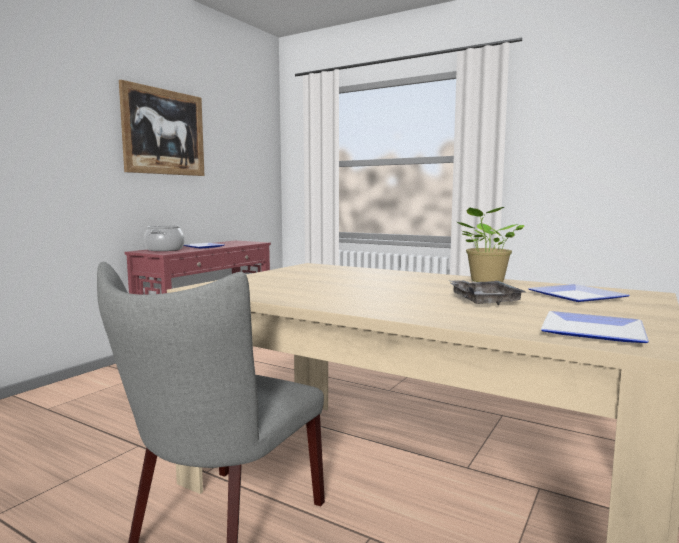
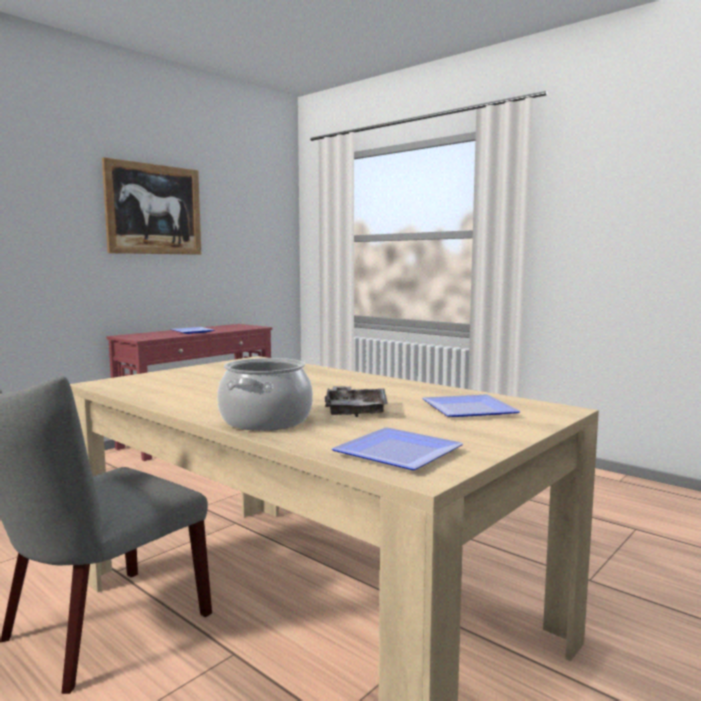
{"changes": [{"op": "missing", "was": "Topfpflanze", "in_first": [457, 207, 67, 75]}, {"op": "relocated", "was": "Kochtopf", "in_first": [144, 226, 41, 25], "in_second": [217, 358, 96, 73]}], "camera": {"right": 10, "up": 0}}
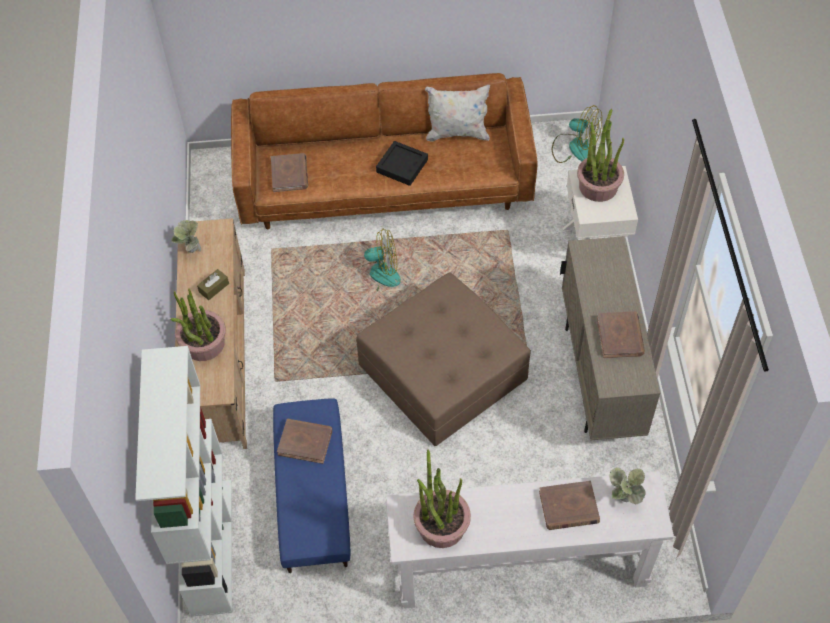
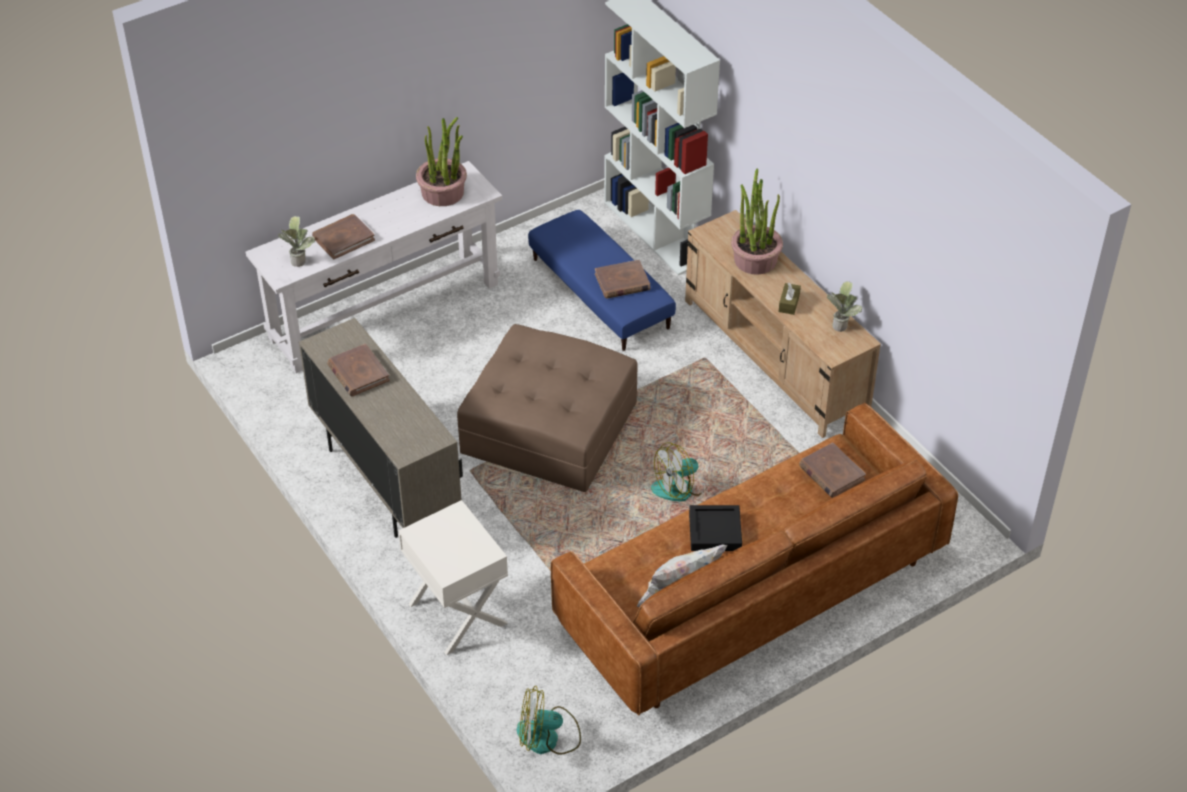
{"changes": [{"op": "missing", "was": "Topfpflanze", "in_first": [577, 109, 47, 93]}], "camera": {"right": 150, "up": -10}}
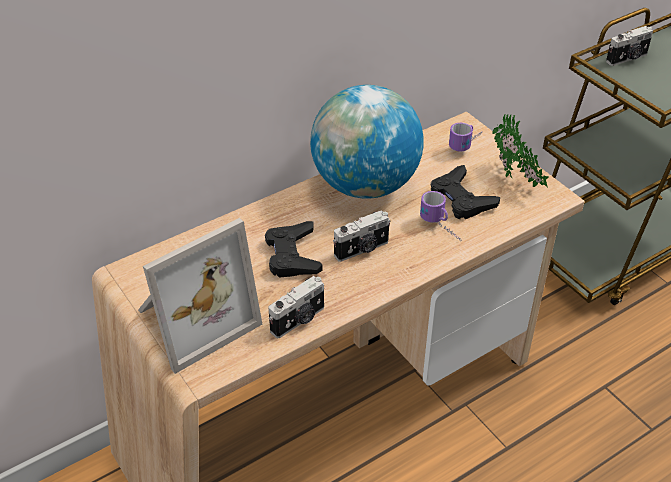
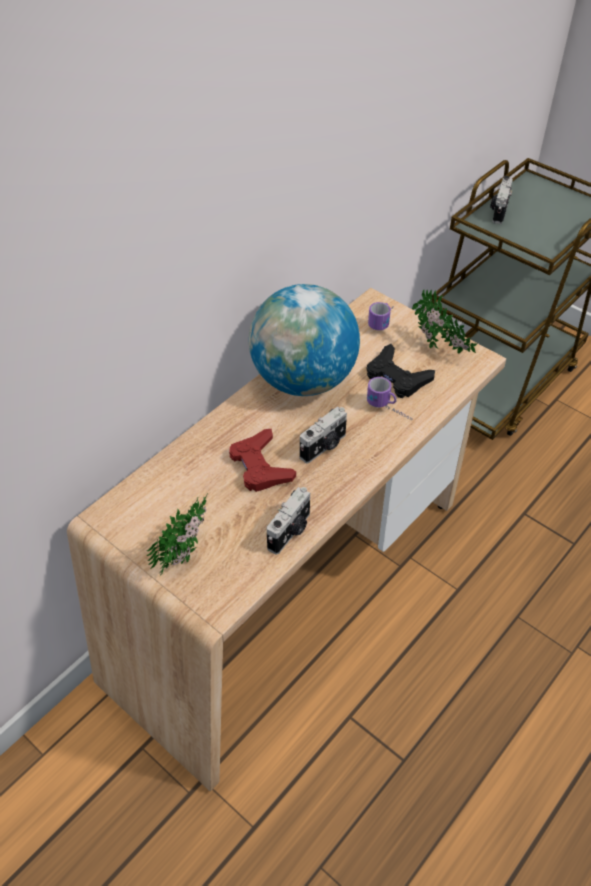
{"changes": [{"op": "spun", "was": "Kamera", "in_first": [606, 26, 47, 40], "in_second": [490, 176, 23, 48], "clockwise": 150}, {"op": "exchanged", "was": "Bilderrahmen", "now": "Topfpflanze", "in_first": [138, 218, 124, 156], "in_second": [146, 495, 61, 81]}, {"op": "colour", "was": "Gamepad [schwarz]", "now": "Gamepad [rot]", "in_first": [265, 221, 58, 57], "in_second": [229, 429, 67, 63]}], "camera": {"right": -15, "up": 5}}
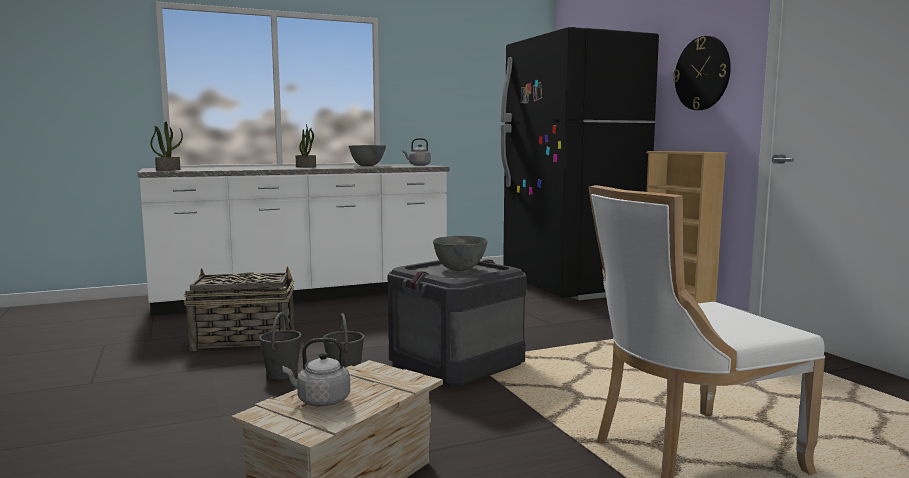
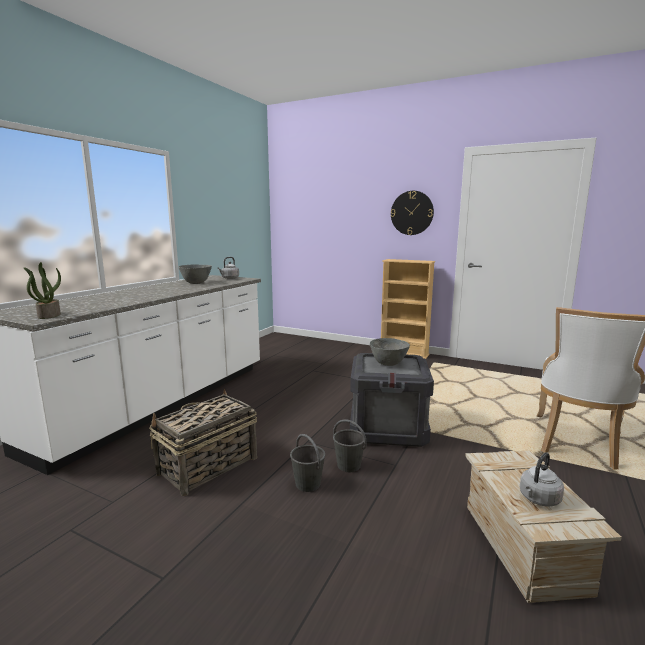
{"changes": [{"op": "missing", "was": "Kühlschrank [schwarz]", "in_first": [501, 27, 158, 273]}, {"op": "missing", "was": "Topfpflanze", "in_first": [296, 124, 20, 43]}], "camera": {"right": -40, "up": 5}}
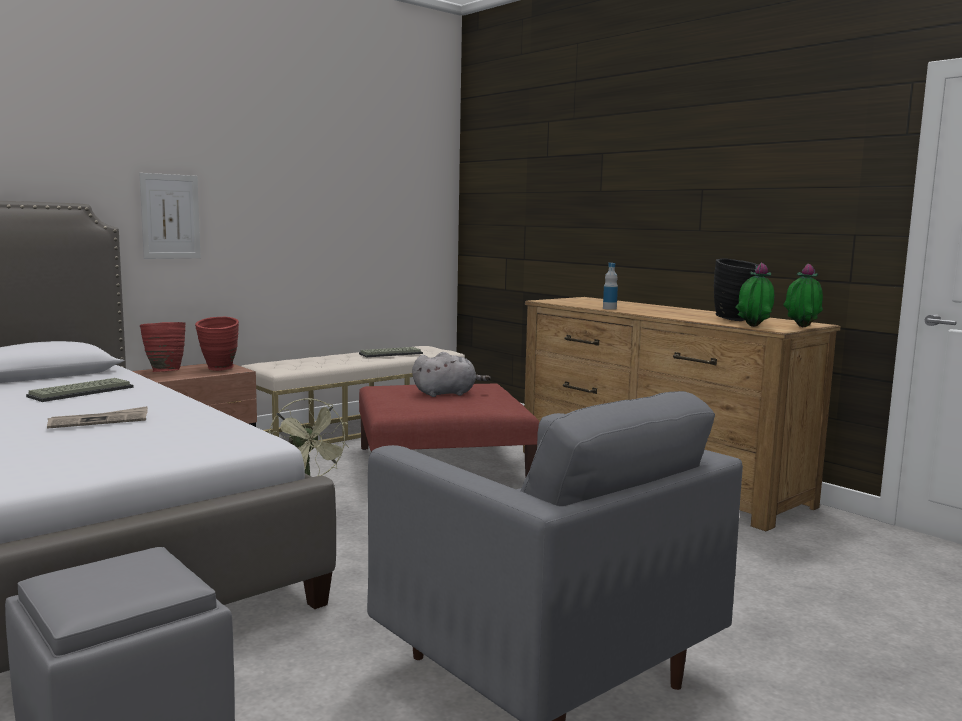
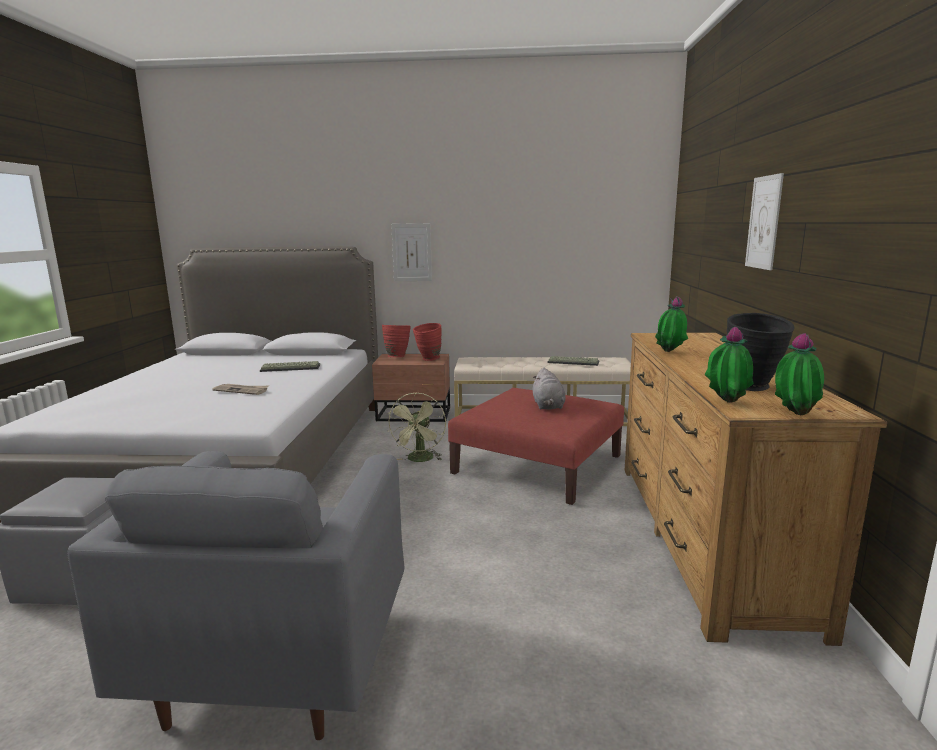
{"changes": [{"op": "exchanged", "was": "Flasche", "now": "Topfpflanze", "in_first": [603, 263, 15, 47], "in_second": [655, 296, 33, 56]}, {"op": "spun", "was": "Plüschtier [grau]", "in_first": [412, 352, 78, 45], "in_second": [533, 368, 33, 41], "clockwise": 60}, {"op": "appeared", "now": "Bild", "in_second": [745, 173, 39, 97]}], "camera": {"right": 45, "up": 5}}
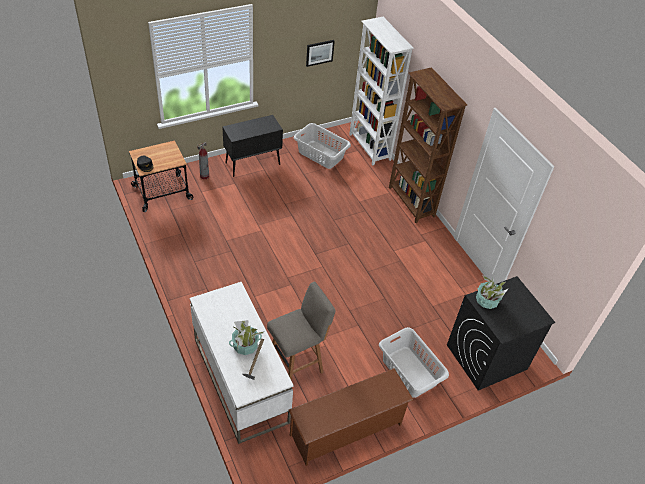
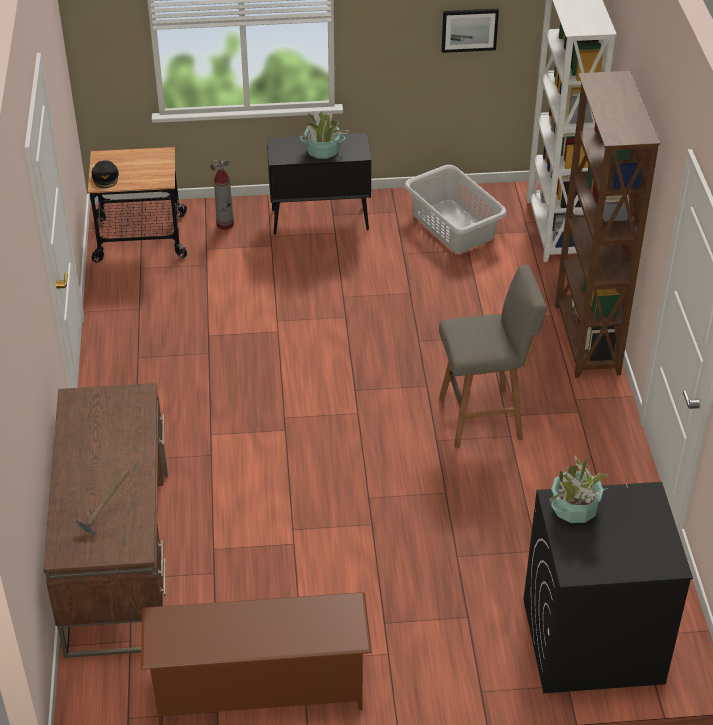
{"changes": [{"op": "colour", "was": "Schreibtisch [weiß]", "now": "Schreibtisch [braun]", "in_first": [190, 282, 104, 162], "in_second": [43, 383, 125, 275]}, {"op": "relocated", "was": "Hocker [grau]", "in_first": [267, 282, 69, 99], "in_second": [439, 265, 108, 183]}, {"op": "relocated", "was": "Topfpflanze", "in_first": [229, 320, 35, 35], "in_second": [300, 111, 49, 48]}, {"op": "missing", "was": "Wäschekorb [grau]", "in_first": [379, 327, 70, 71]}], "camera": {"right": 25, "up": -5}}
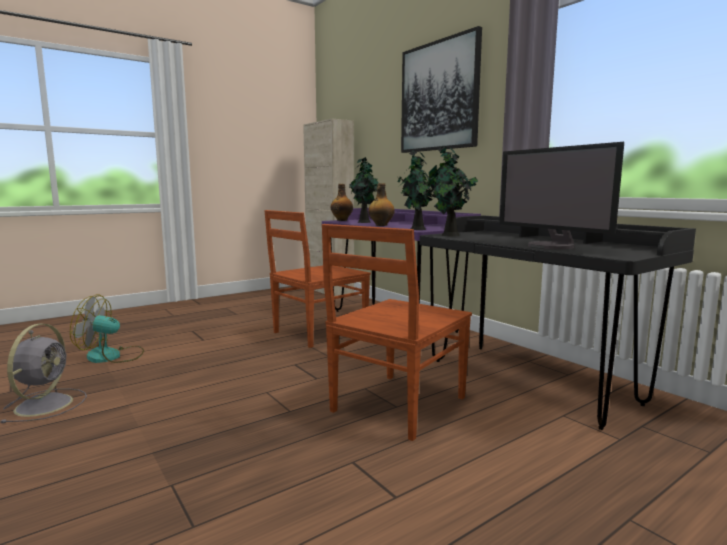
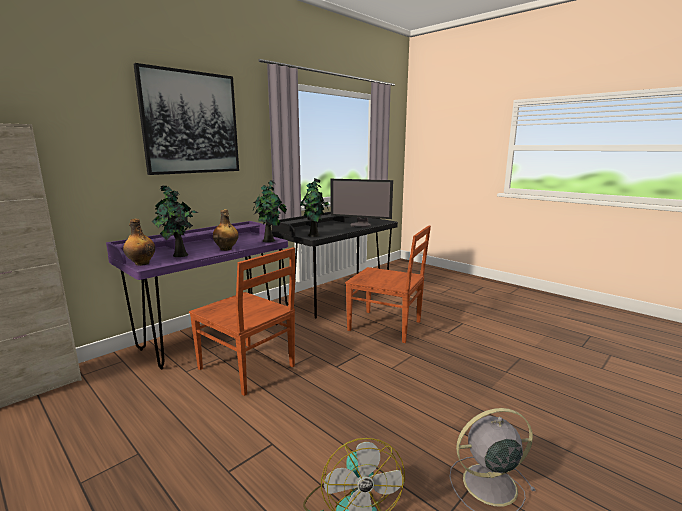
{"changes": [{"op": "spun", "was": "Monitor", "in_first": [499, 142, 125, 107], "in_second": [330, 179, 63, 49], "clockwise": 60}], "camera": {"right": -100, "up": 5}}
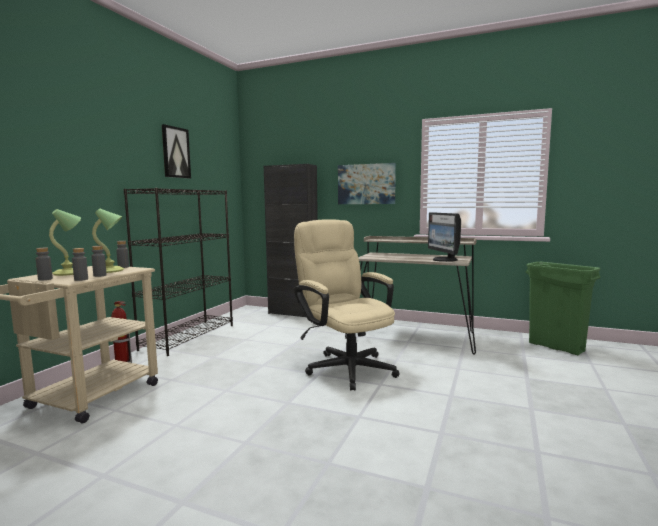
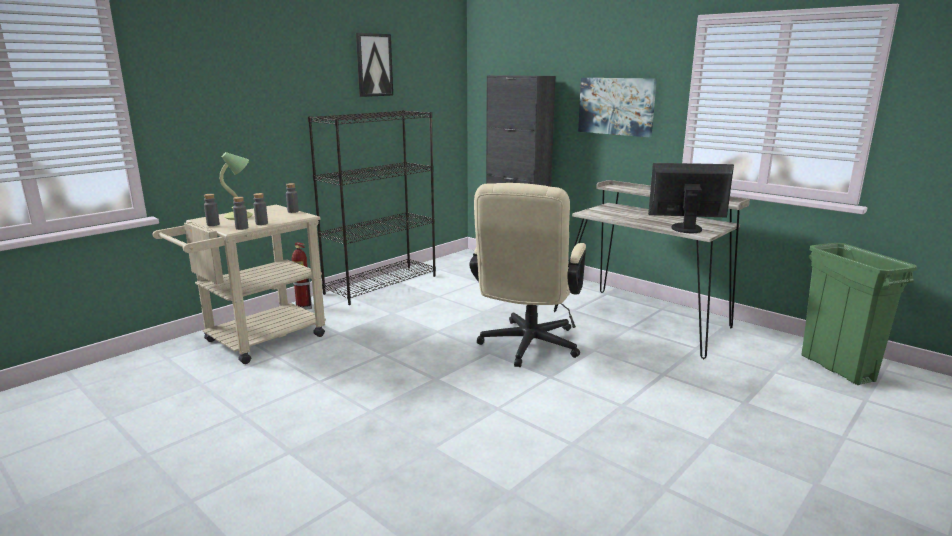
{"changes": [{"op": "missing", "was": "Tischlampe", "in_first": [92, 209, 32, 64]}, {"op": "spun", "was": "Monitor", "in_first": [428, 212, 33, 50], "in_second": [648, 163, 86, 70], "clockwise": 90}, {"op": "spun", "was": "Bürostuhl [beige]", "in_first": [294, 219, 106, 172], "in_second": [469, 183, 117, 184], "clockwise": -150}], "camera": {"right": 20, "up": 10}}
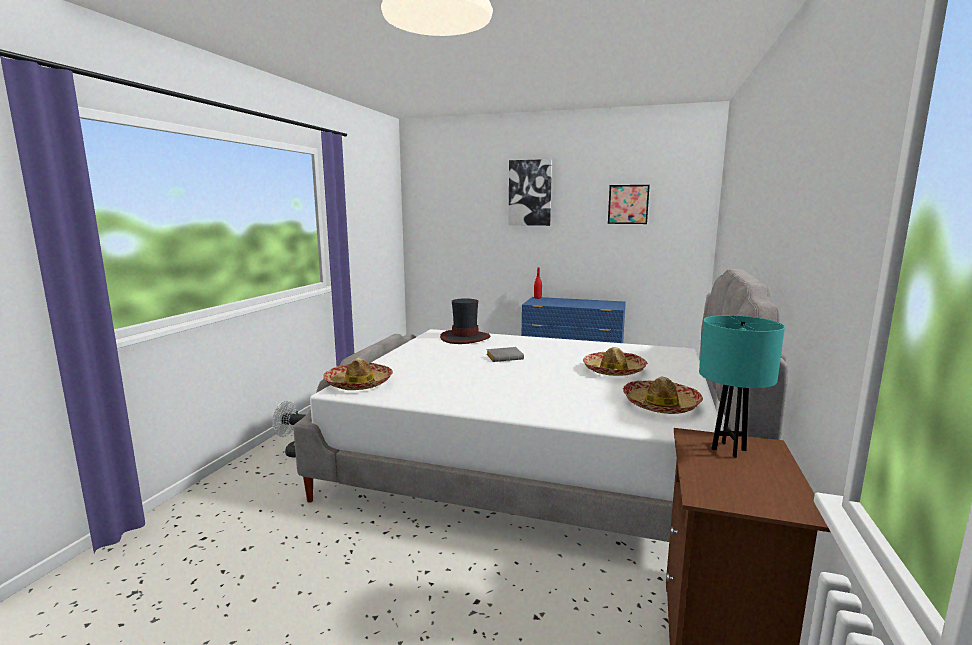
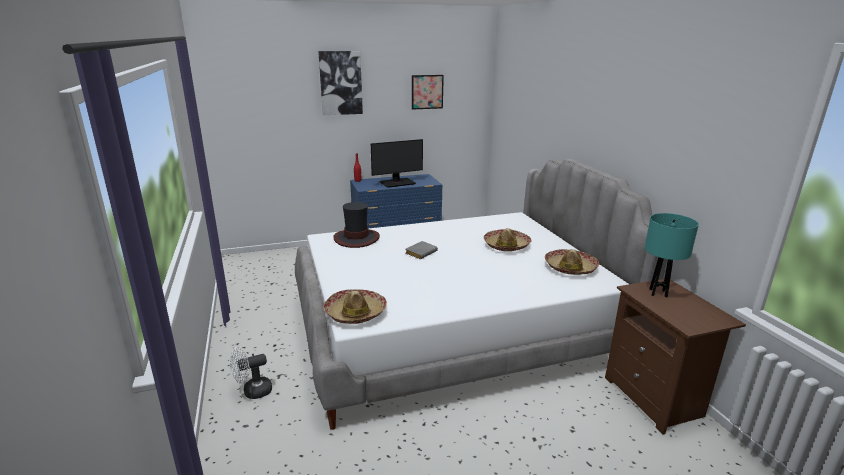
{"changes": [{"op": "appeared", "now": "Monitor", "in_second": [371, 139, 52, 49]}], "camera": {"right": -35, "up": 10}}
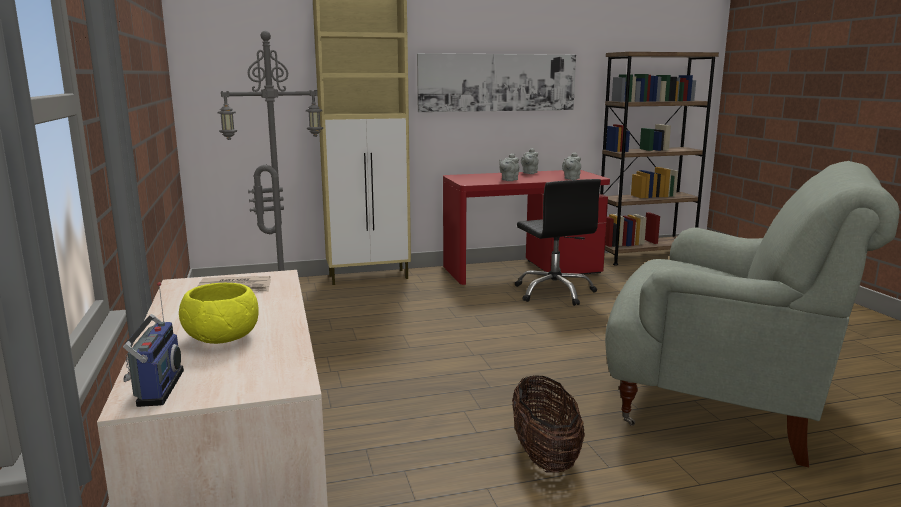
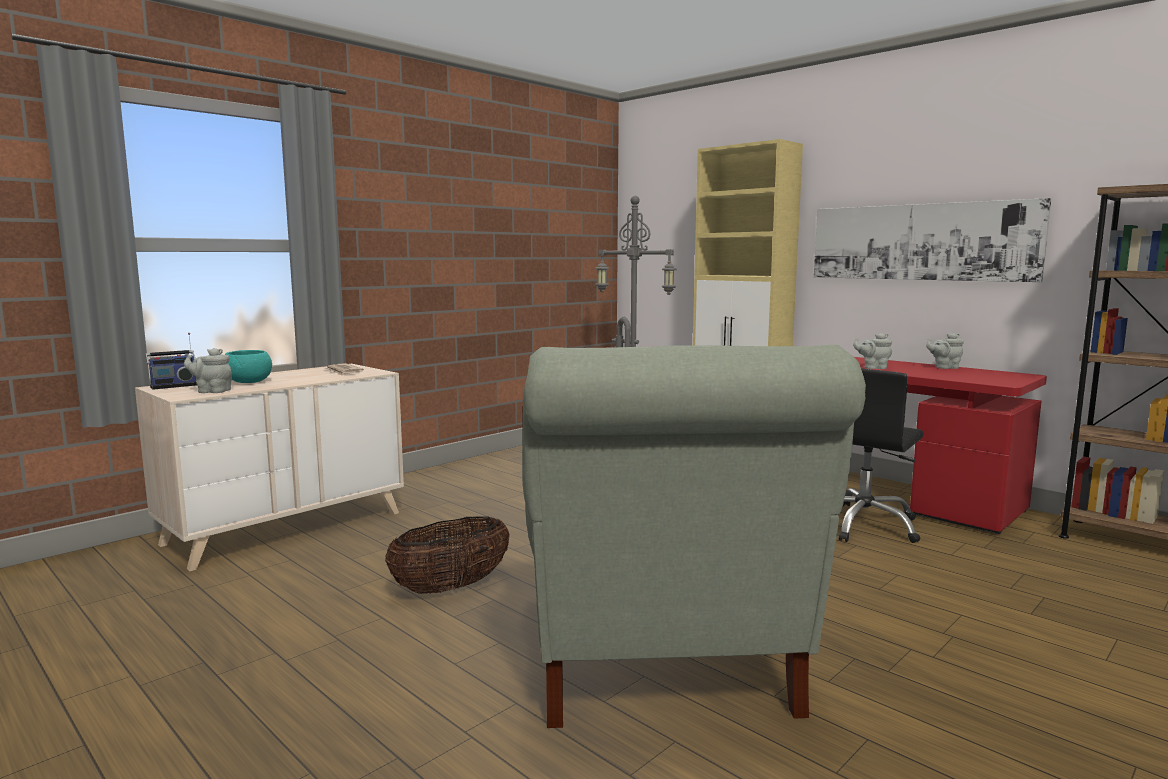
{"changes": [{"op": "relocated", "was": "Teekanne [grau]", "in_first": [562, 152, 19, 28], "in_second": [184, 348, 48, 45]}, {"op": "colour", "was": "Schüssel [gelb]", "now": "Schüssel [türkis]", "in_first": [179, 283, 80, 61], "in_second": [225, 350, 47, 33]}], "camera": {"right": 60, "up": -5}}
